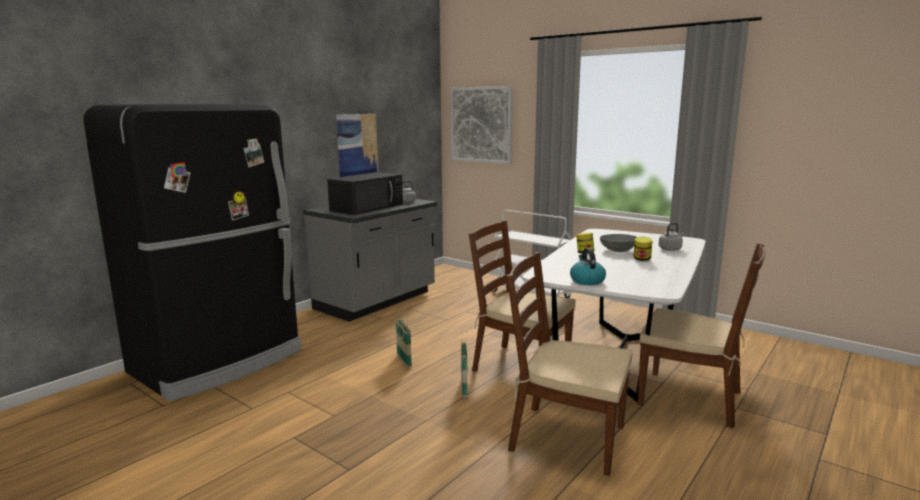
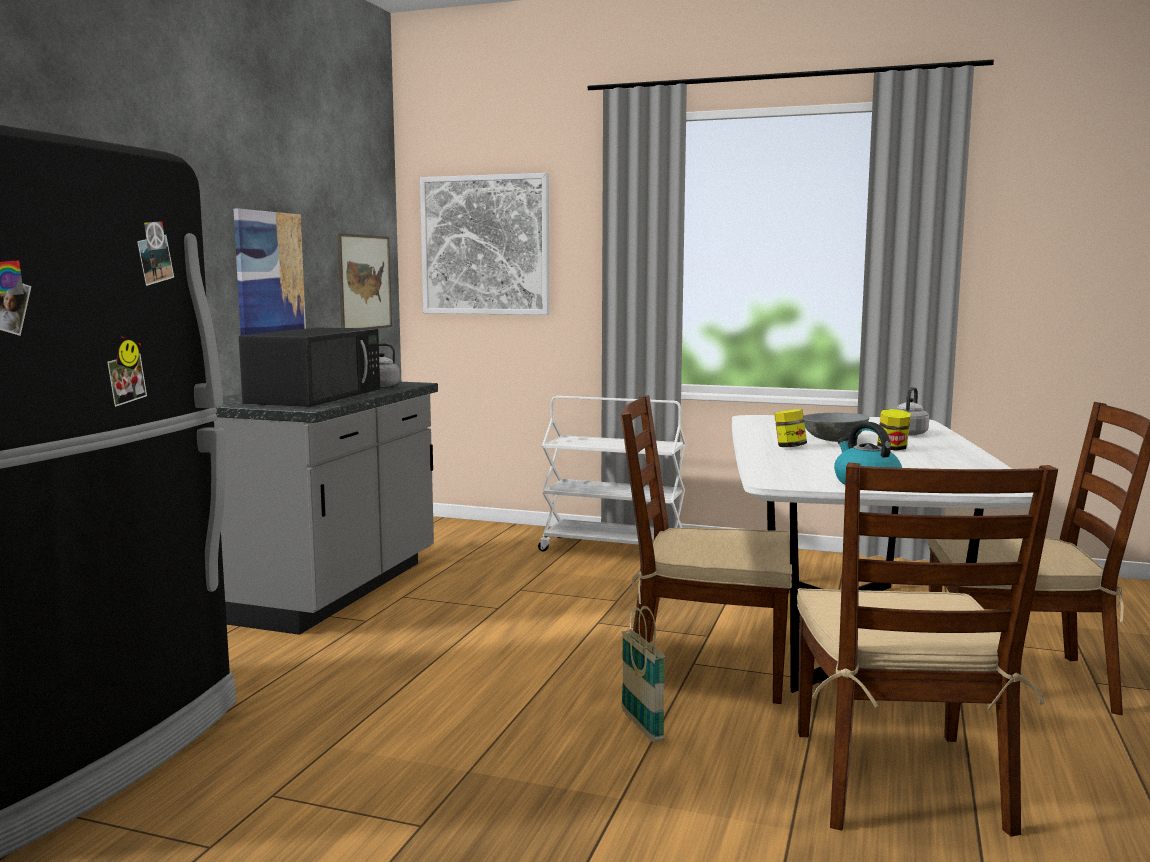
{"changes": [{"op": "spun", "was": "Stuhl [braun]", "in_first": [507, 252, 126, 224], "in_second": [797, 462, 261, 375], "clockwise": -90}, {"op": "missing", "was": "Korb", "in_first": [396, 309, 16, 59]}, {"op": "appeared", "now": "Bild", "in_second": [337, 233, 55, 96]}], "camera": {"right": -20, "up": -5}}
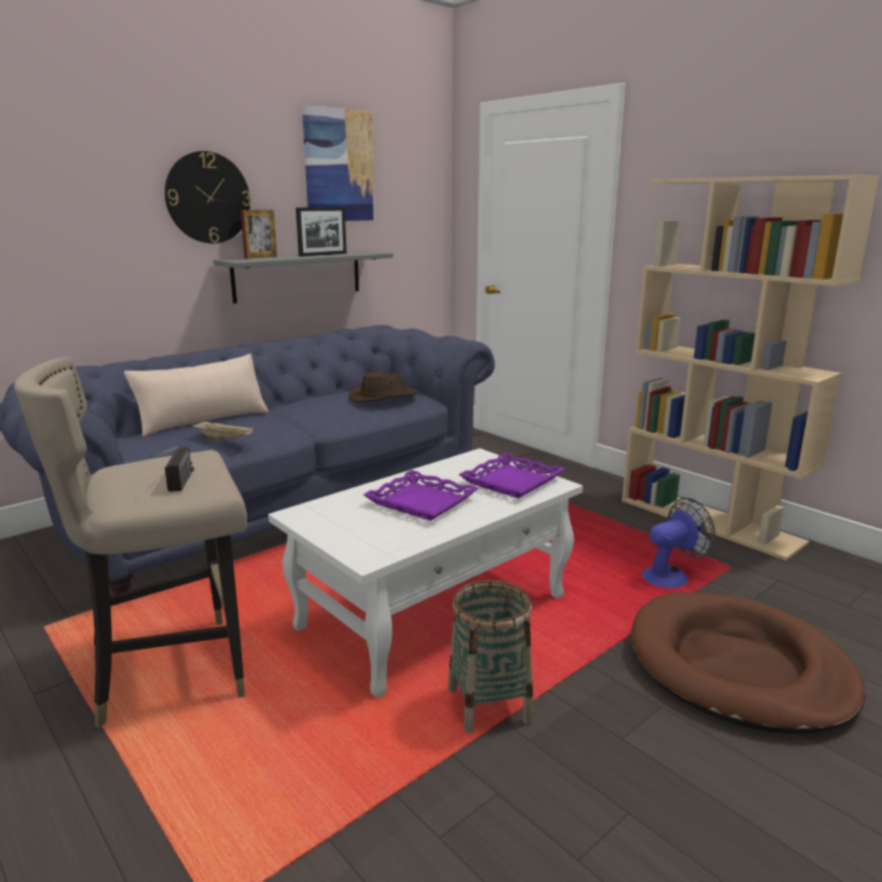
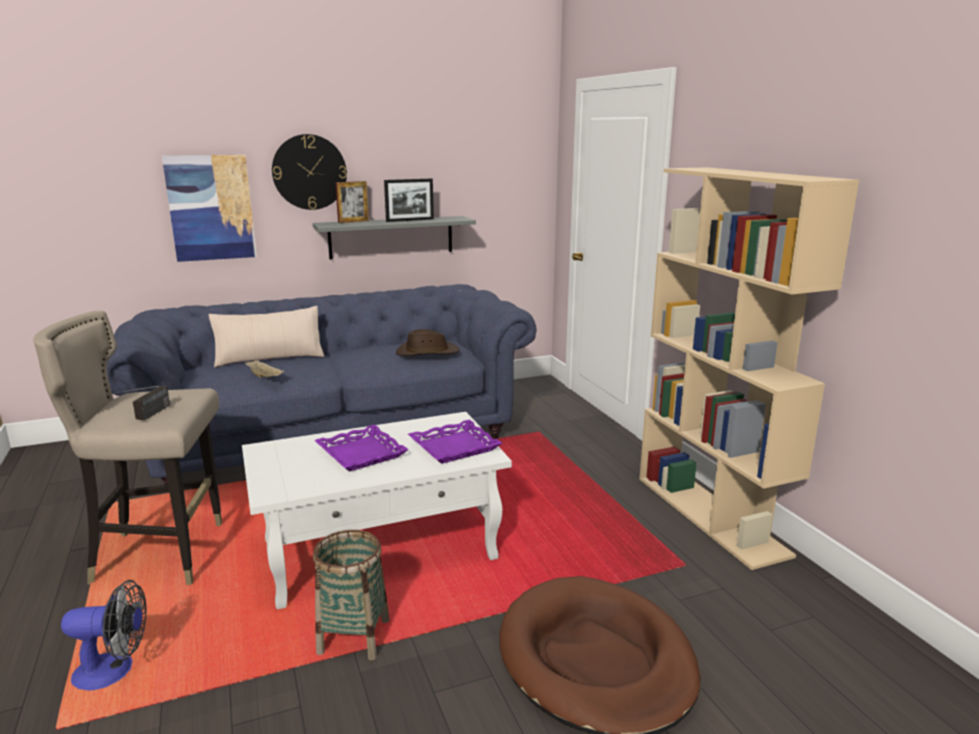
{"changes": [{"op": "relocated", "was": "Bild", "in_first": [302, 105, 73, 116], "in_second": [162, 155, 95, 107]}, {"op": "relocated", "was": "Ventilator", "in_first": [642, 498, 73, 90], "in_second": [61, 580, 86, 111]}], "camera": {"right": 20, "up": 0}}
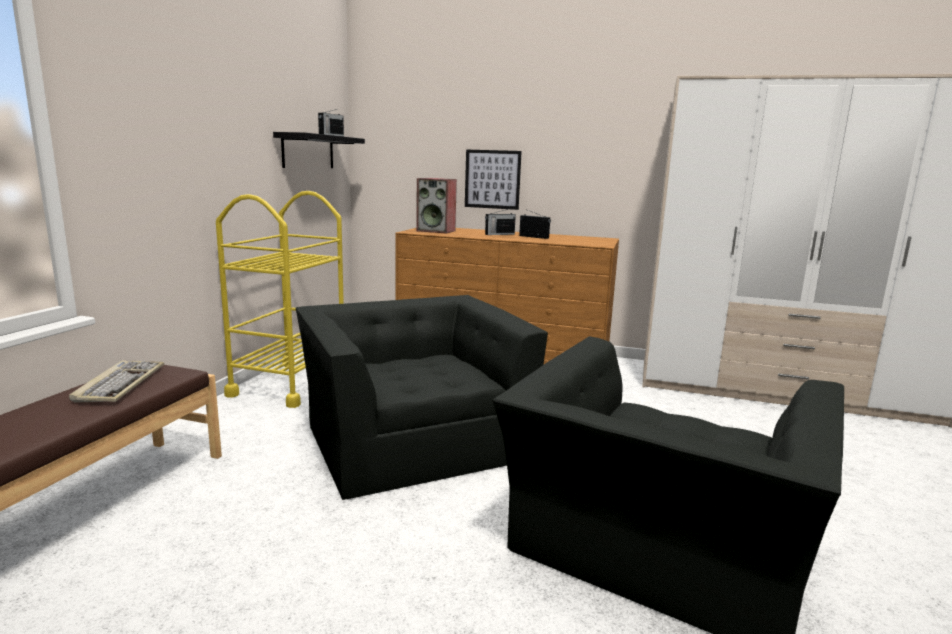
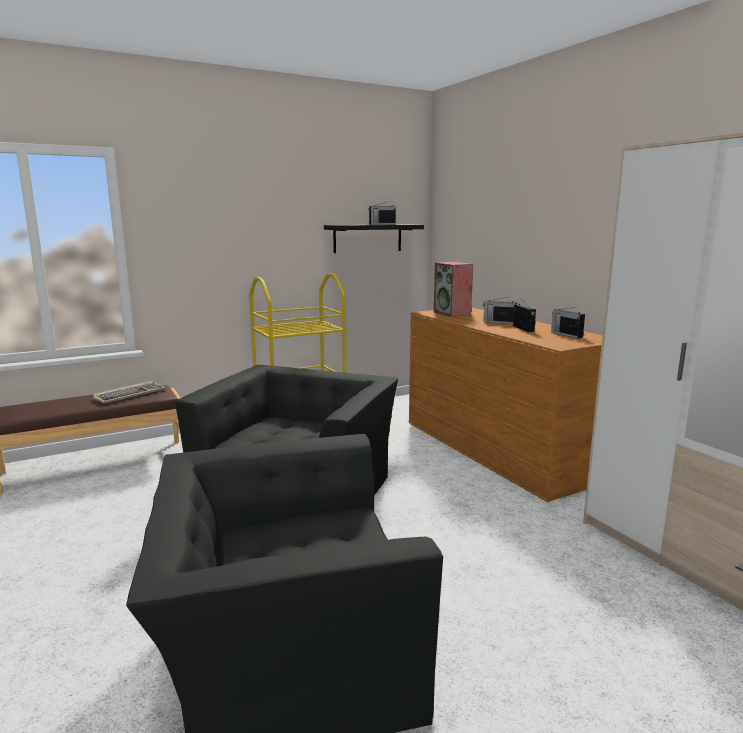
{"changes": [{"op": "missing", "was": "Bild", "in_first": [465, 150, 57, 60]}, {"op": "appeared", "now": "Radio", "in_second": [551, 307, 34, 32]}], "camera": {"right": 45, "up": 0}}
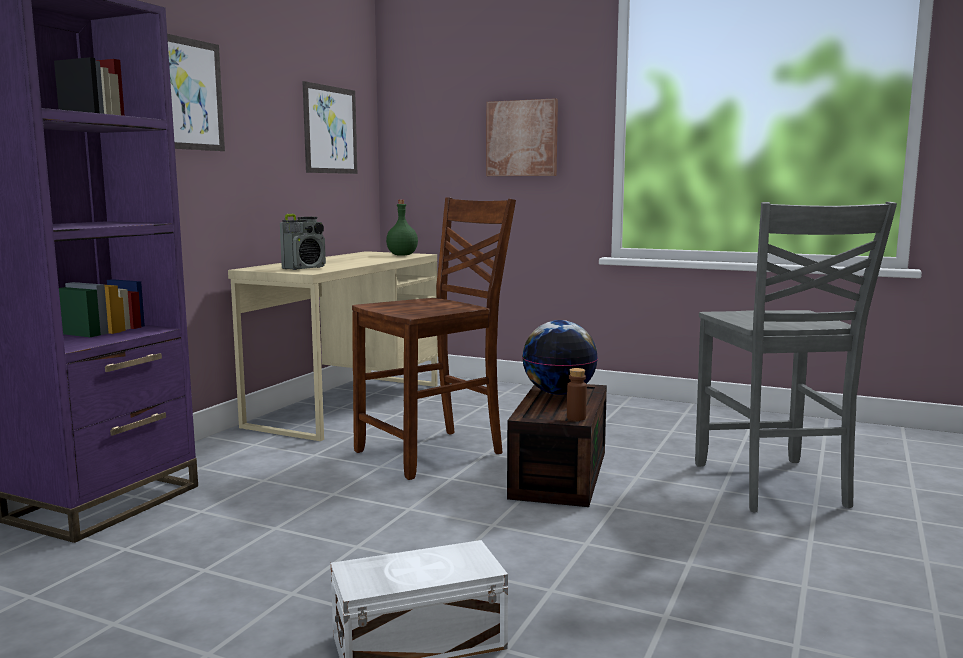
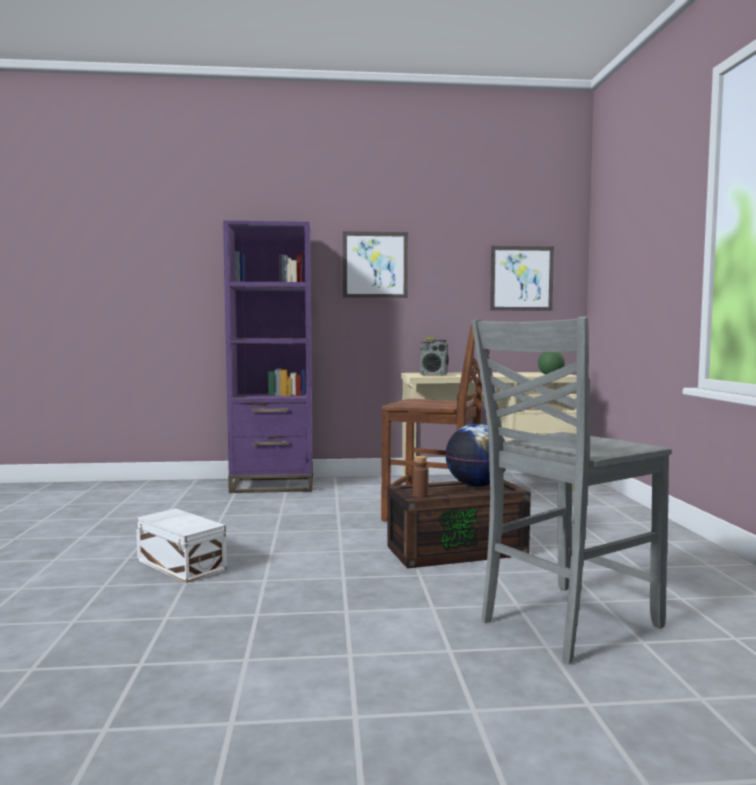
{"changes": [{"op": "missing", "was": "Bild", "in_first": [486, 98, 72, 78]}], "camera": {"right": 60, "up": -5}}
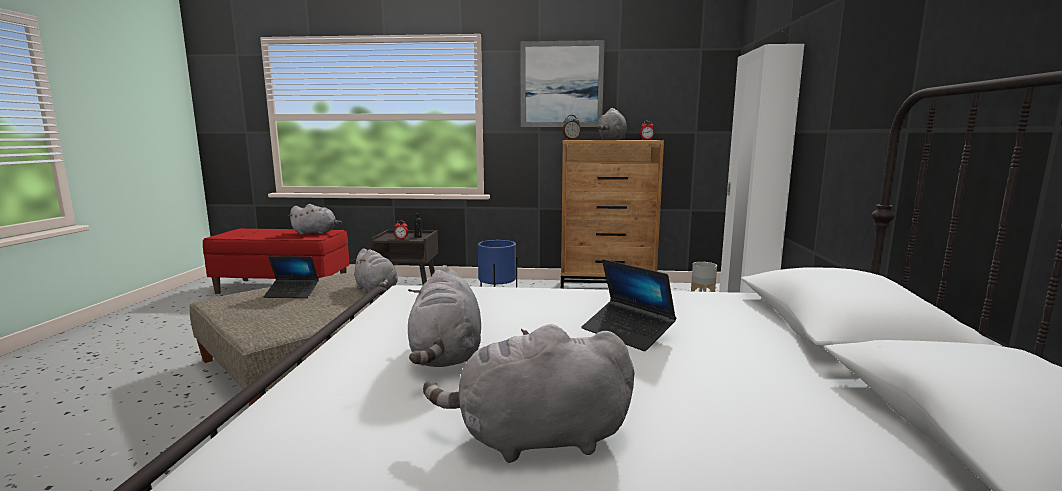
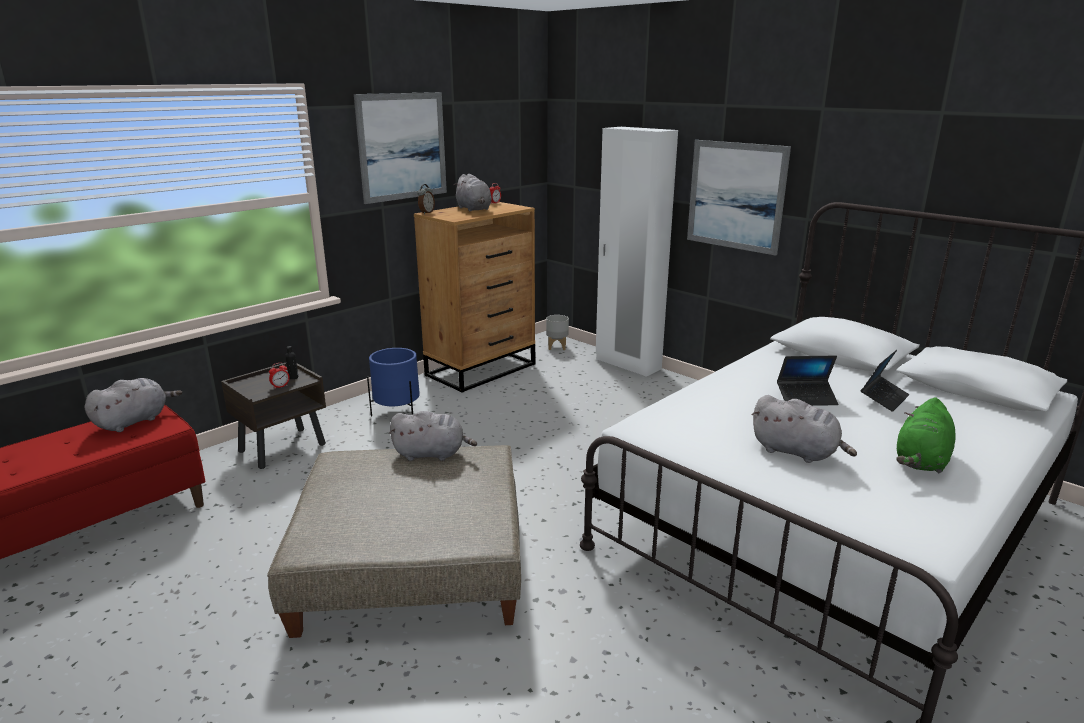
{"changes": [{"op": "relocated", "was": "Laptop", "in_first": [264, 256, 55, 42], "in_second": [861, 350, 48, 62]}, {"op": "colour", "was": "Plüschtier [grau]", "now": "Plüschtier [grün]", "in_first": [423, 324, 212, 139], "in_second": [896, 397, 60, 76]}, {"op": "appeared", "now": "Bild", "in_second": [687, 140, 104, 116]}], "camera": {"right": -50, "up": 10}}
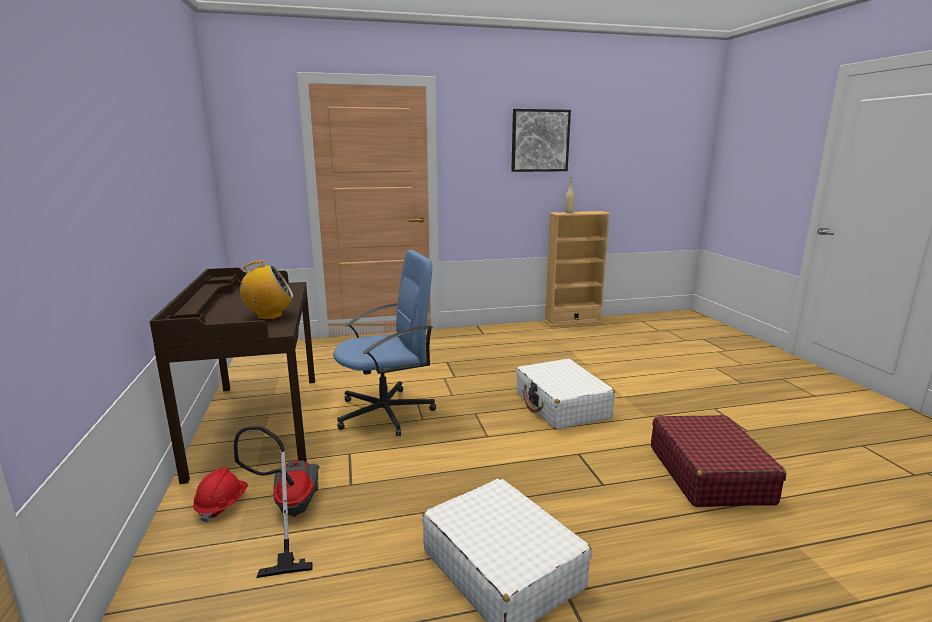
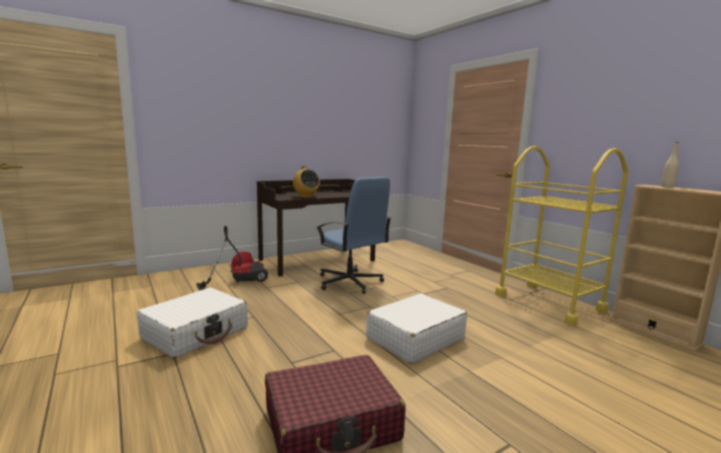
{"changes": [{"op": "missing", "was": "Bild", "in_first": [511, 109, 60, 63]}, {"op": "appeared", "now": "Rollwagen [gelb]", "in_second": [495, 146, 133, 180]}], "camera": {"right": 70, "up": -5}}
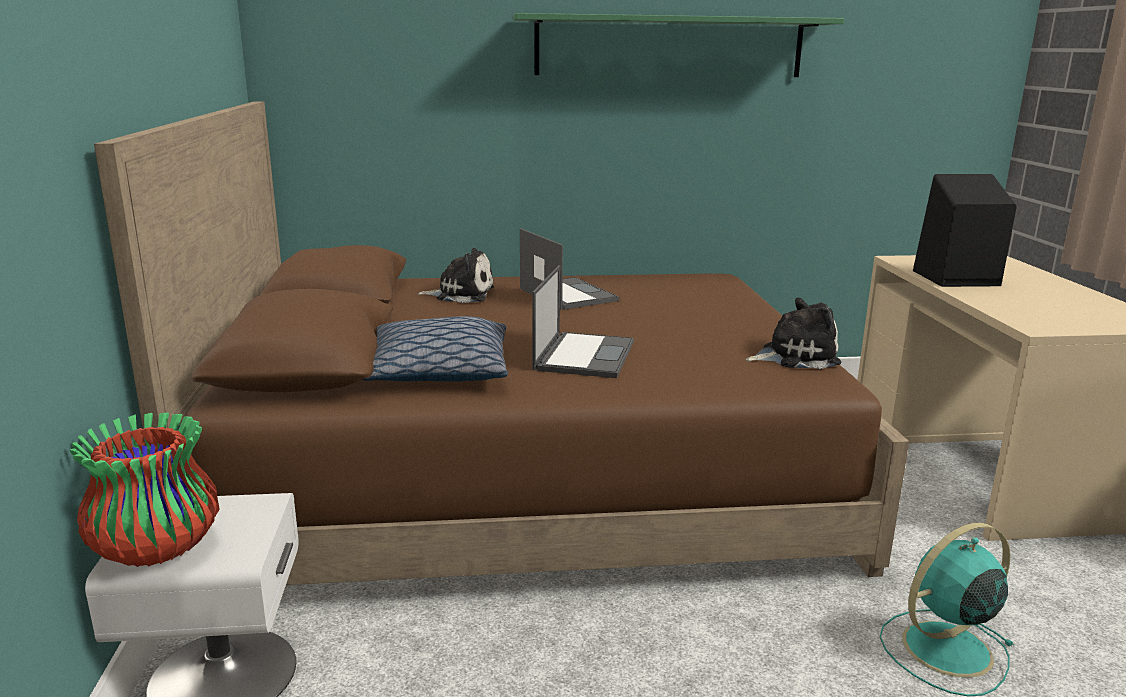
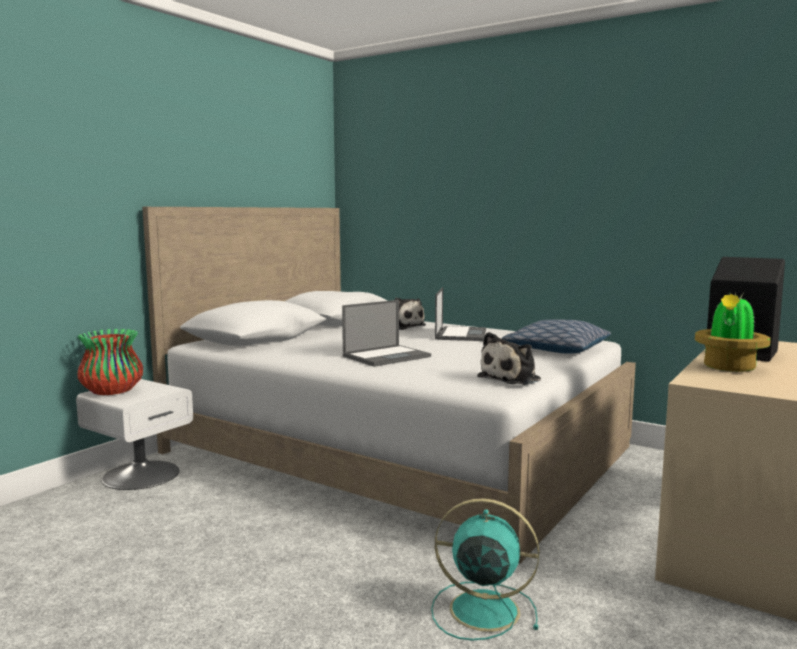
{"changes": [{"op": "missing", "was": "Wandregal [grün]", "in_first": [513, 13, 331, 64]}, {"op": "colour", "was": "Bett [braun]", "now": "Bett [weiß]", "in_first": [94, 101, 815, 484], "in_second": [142, 207, 494, 356]}, {"op": "spun", "was": "Plüschtier", "in_first": [746, 298, 95, 71], "in_second": [477, 332, 64, 53], "clockwise": 105}, {"op": "relocated", "was": "Kissen", "in_first": [363, 316, 145, 65], "in_second": [502, 320, 109, 34]}, {"op": "appeared", "now": "Topfpflanze", "in_second": [695, 293, 76, 79]}], "camera": {"right": 40, "up": -10}}
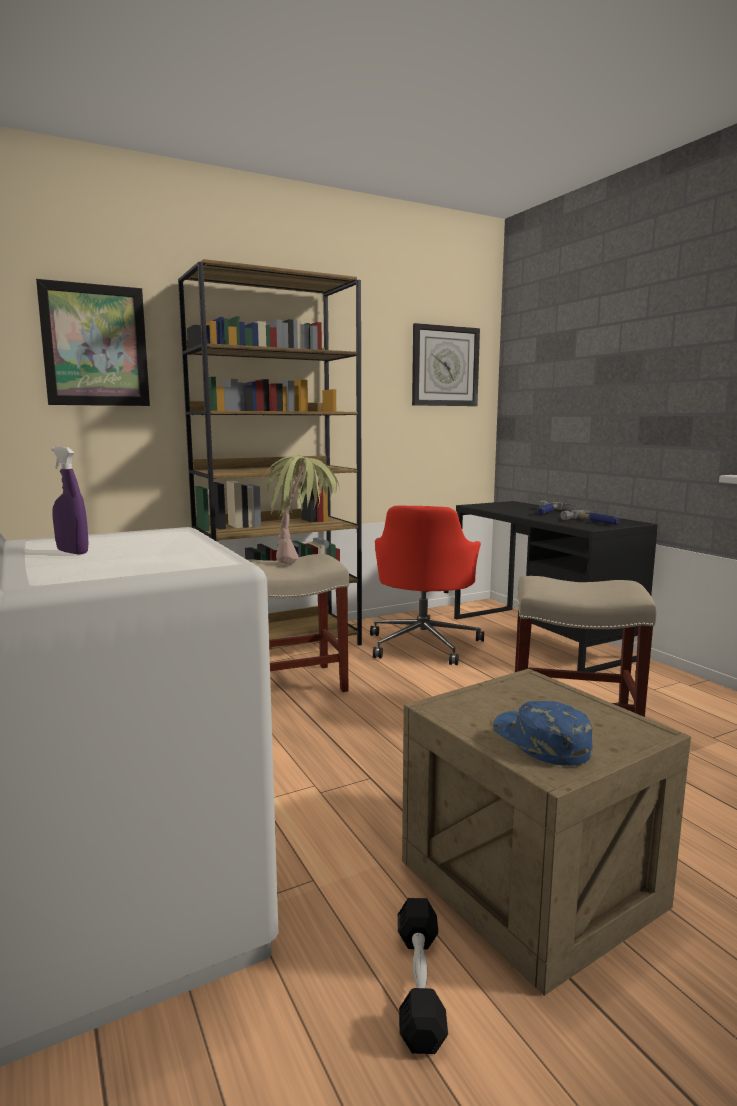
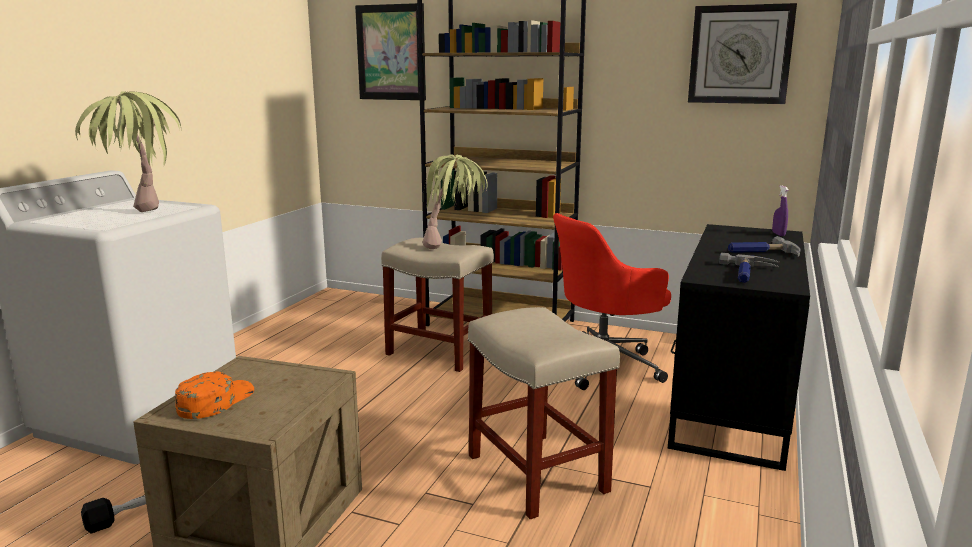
{"changes": [{"op": "relocated", "was": "Sprühflasche [lila]", "in_first": [51, 446, 37, 109], "in_second": [772, 185, 16, 51]}, {"op": "colour", "was": "Kappe [blau]", "now": "Kappe [orange]", "in_first": [493, 701, 100, 65], "in_second": [175, 372, 79, 47]}, {"op": "appeared", "now": "Topfpflanze", "in_second": [75, 92, 107, 120]}], "camera": {"right": 50, "up": 5}}
